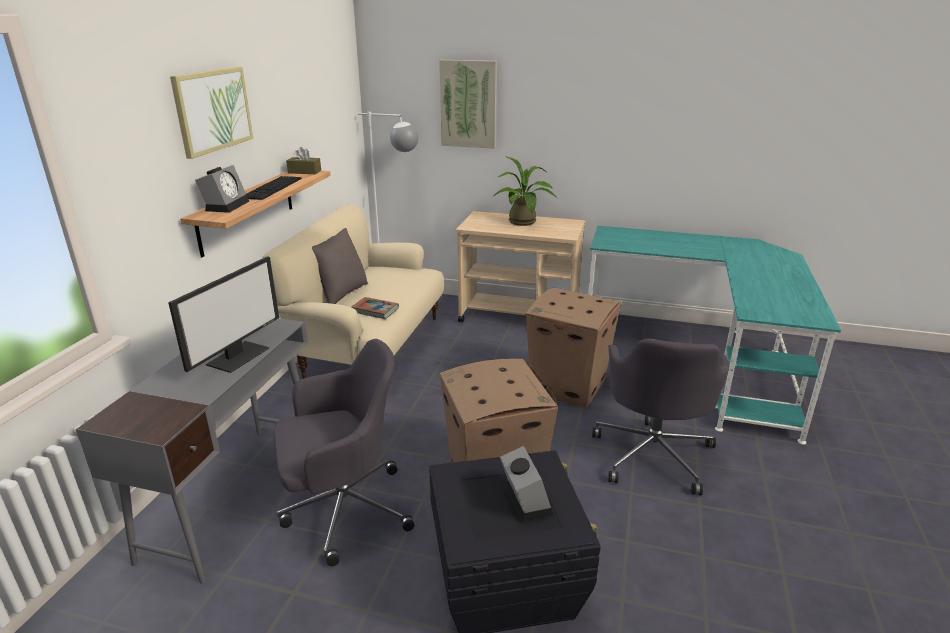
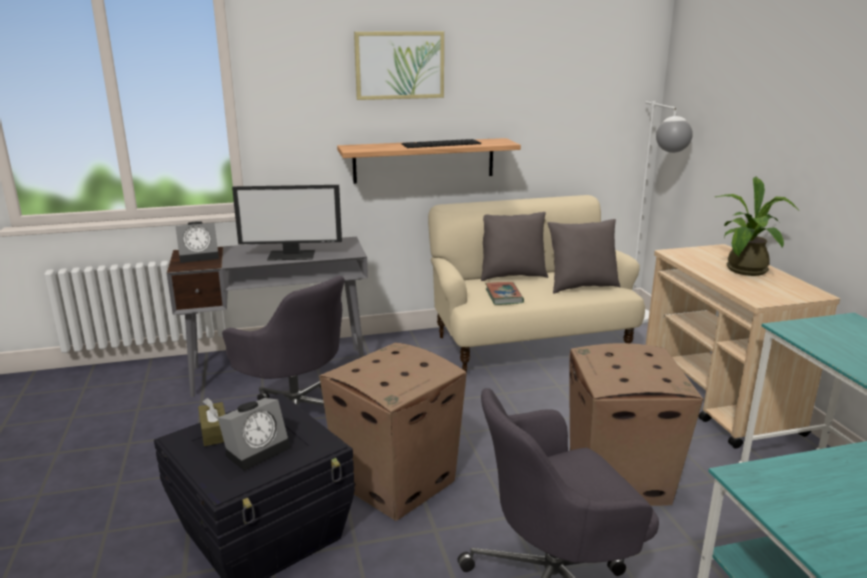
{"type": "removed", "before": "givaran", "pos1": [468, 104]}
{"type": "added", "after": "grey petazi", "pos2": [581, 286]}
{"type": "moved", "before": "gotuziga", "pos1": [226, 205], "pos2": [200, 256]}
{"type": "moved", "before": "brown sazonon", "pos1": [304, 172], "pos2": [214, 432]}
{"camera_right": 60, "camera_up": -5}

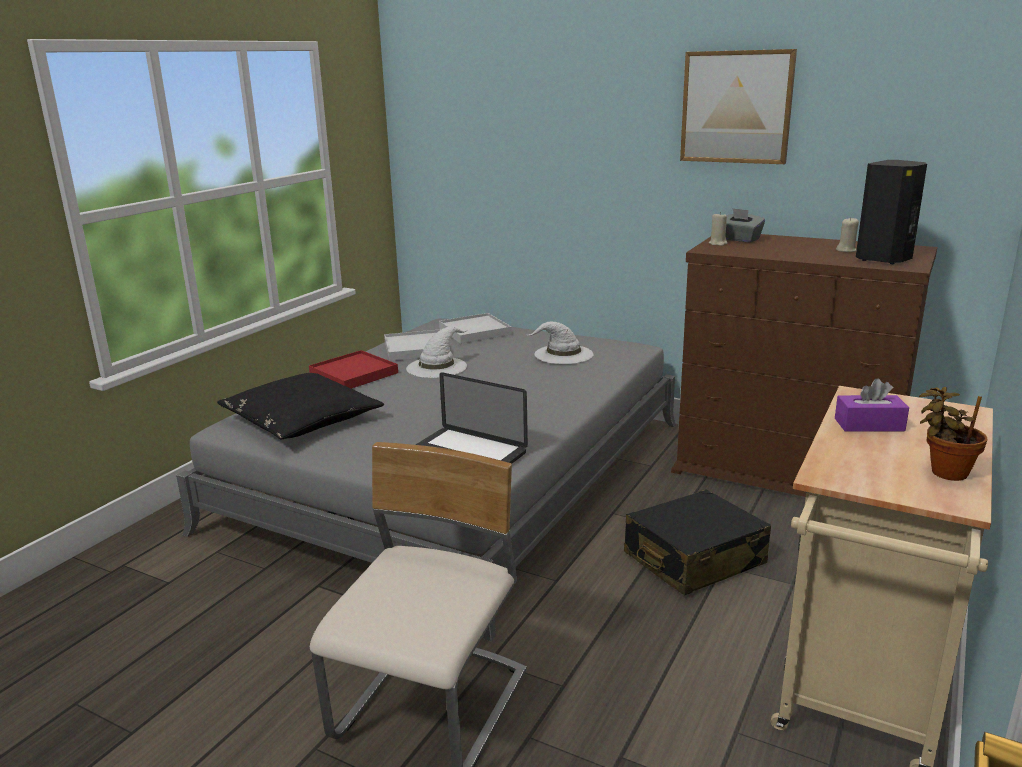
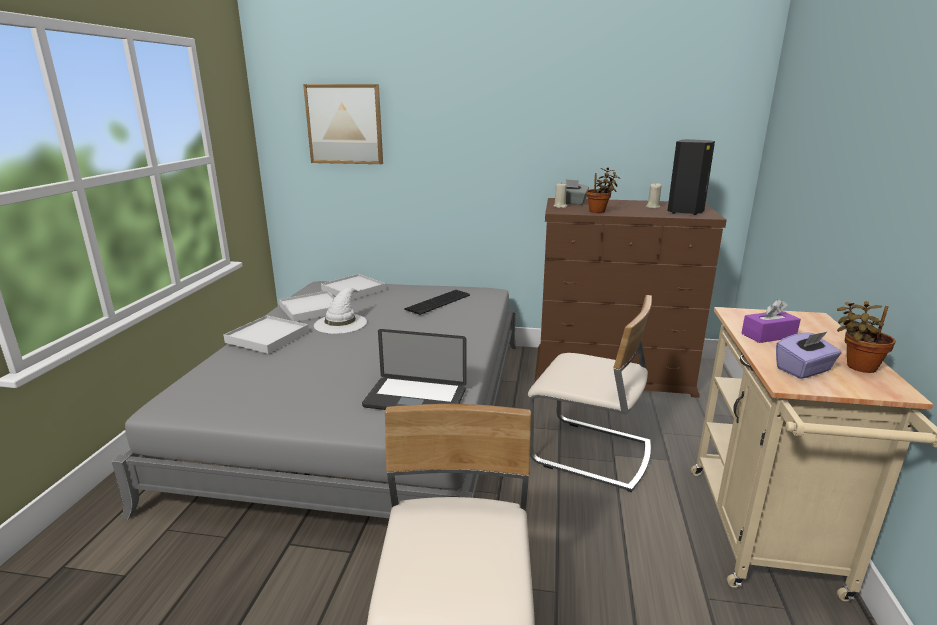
{"type": "removed", "before": "black petazi", "pos1": [302, 420]}
{"type": "added", "after": "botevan", "pos2": [599, 211]}
{"type": "added", "after": "purple sazonon", "pos2": [804, 370]}
{"type": "moved", "before": "givaran", "pos1": [736, 107], "pos2": [344, 124]}
{"type": "replaced", "before": "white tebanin", "after": "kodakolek", "pos1": [563, 354], "pos2": [439, 302]}
{"type": "replaced", "before": "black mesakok", "after": "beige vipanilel", "pos1": [693, 559], "pos2": [590, 453]}
{"type": "recoloured", "before": "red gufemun", "after": "white gufemun", "pos1": [353, 374], "pos2": [267, 337]}
{"camera_right": -20, "camera_up": 0}

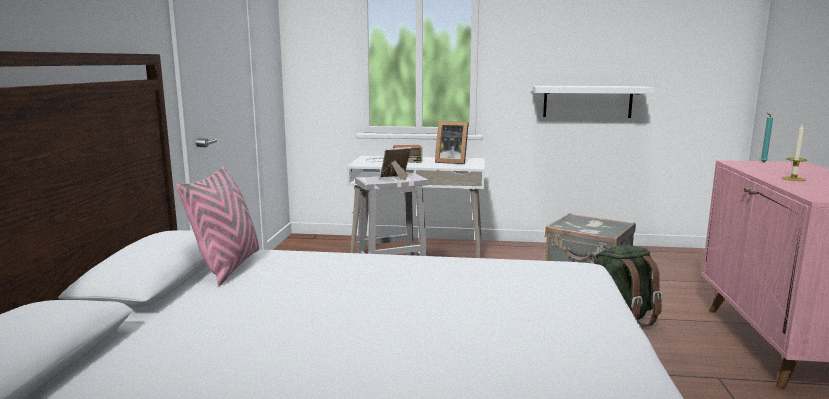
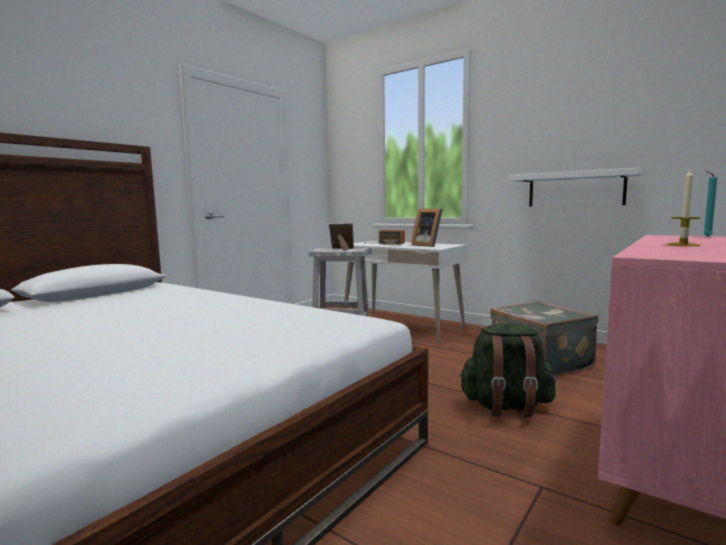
{"type": "removed", "before": "pink petazi", "pos1": [228, 267]}
{"camera_right": 30, "camera_up": -5}

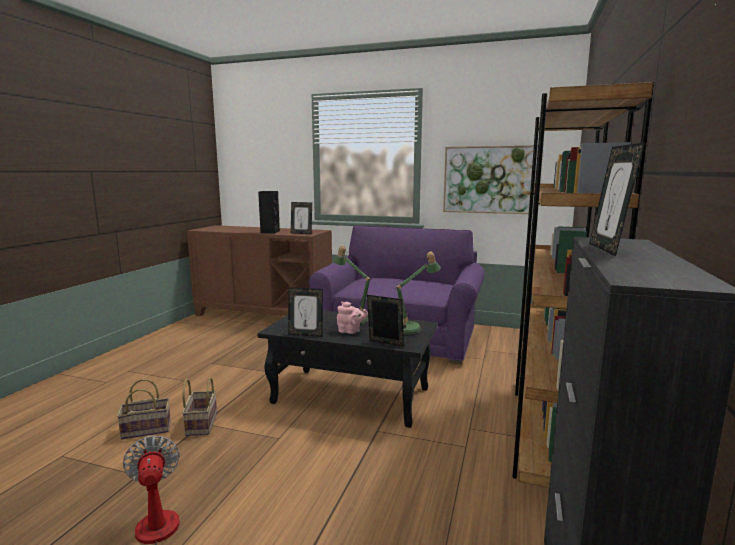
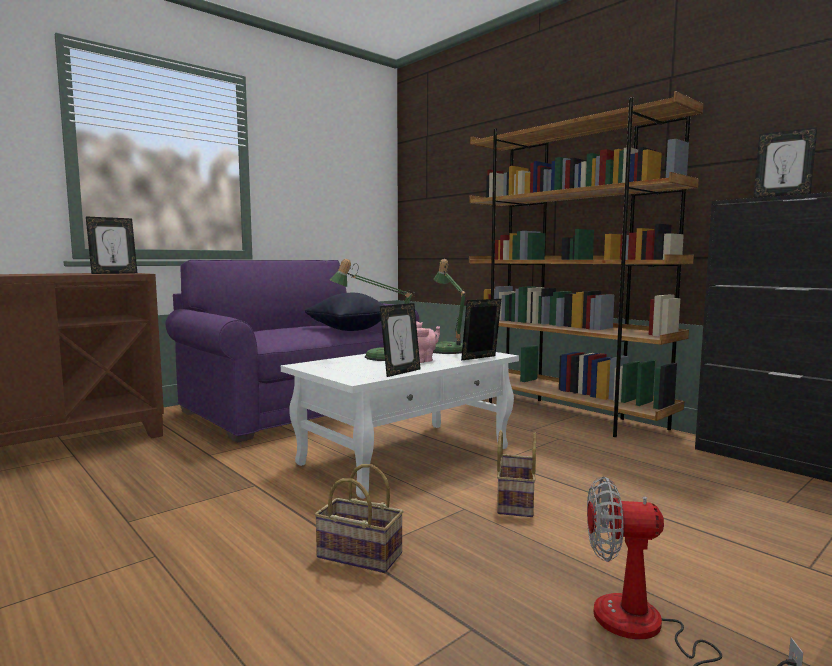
{"type": "removed", "before": "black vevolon", "pos1": [270, 232]}
{"type": "removed", "before": "givaran", "pos1": [490, 180]}
{"type": "added", "after": "black petazi", "pos2": [349, 330]}
{"type": "moved", "before": "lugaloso", "pos1": [148, 429], "pos2": [514, 501]}
{"type": "recoloured", "before": "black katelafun", "after": "white katelafun", "pos1": [352, 395], "pos2": [407, 455]}
{"camera_right": -60, "camera_up": -5}

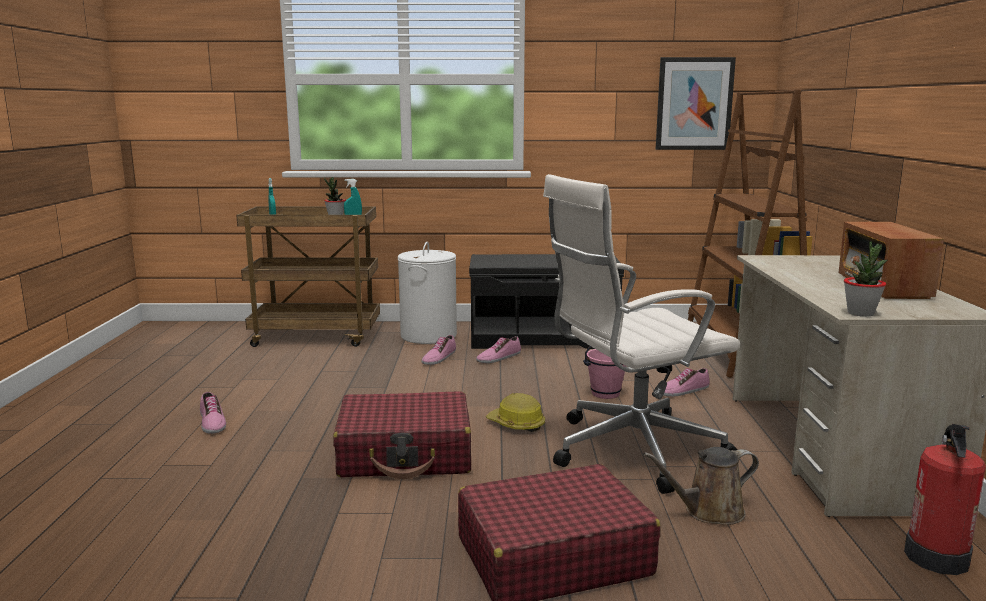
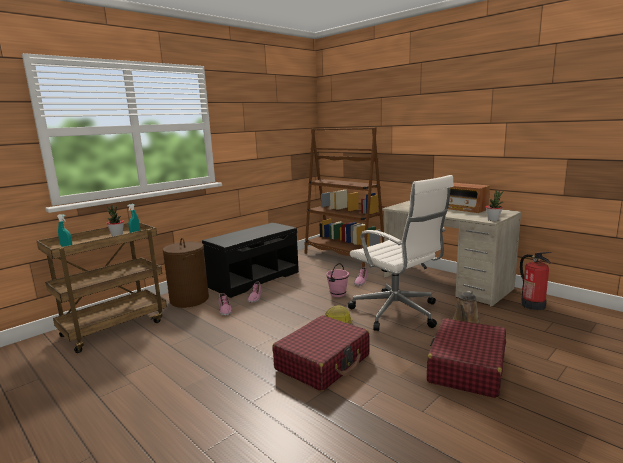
{"type": "removed", "before": "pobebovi", "pos1": [211, 422]}
{"type": "removed", "before": "givaran", "pos1": [694, 104]}
{"type": "recoloured", "before": "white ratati", "after": "brown ratati", "pos1": [428, 335], "pos2": [189, 299]}
{"type": "turned", "before": "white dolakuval", "pos1": [631, 450], "pos2": [397, 313], "turn": -60}
{"camera_right": -45, "camera_up": 0}

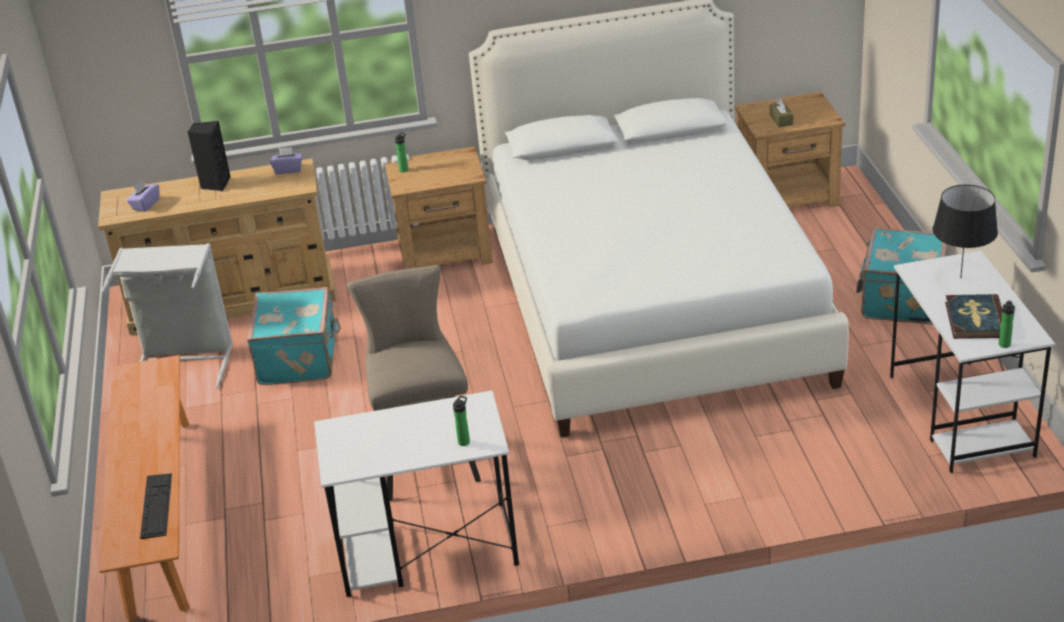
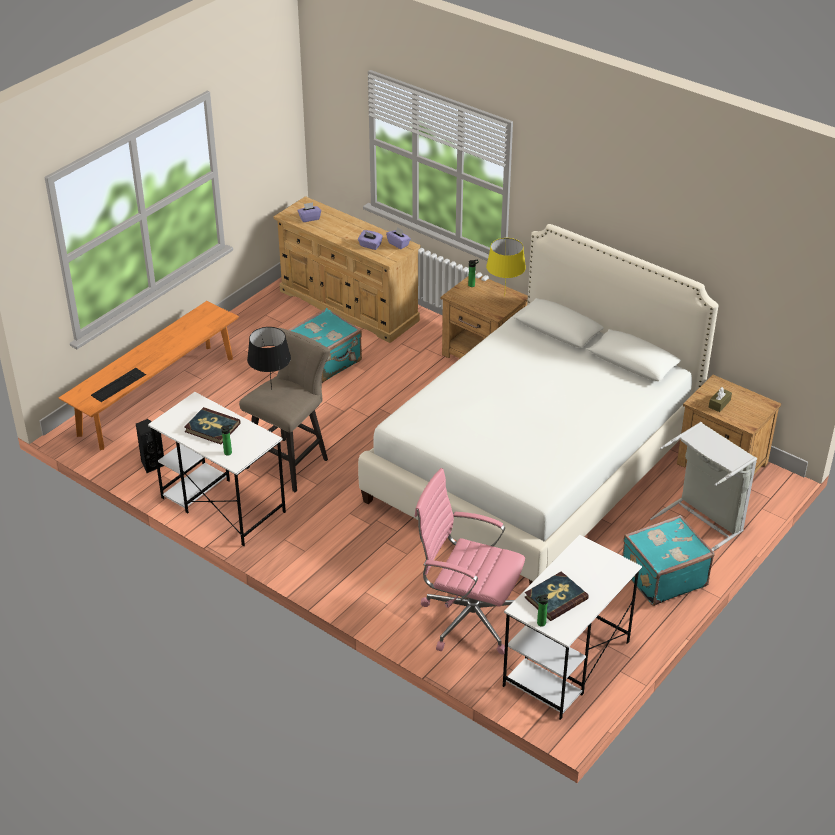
{"type": "added", "after": "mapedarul", "pos2": [212, 428]}
{"type": "added", "after": "purple sazonon", "pos2": [370, 245]}
{"type": "added", "after": "pink dolakuval", "pos2": [468, 617]}
{"type": "added", "after": "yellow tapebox", "pos2": [504, 296]}
{"type": "moved", "before": "grey ratati", "pos1": [184, 361], "pos2": [702, 521]}
{"type": "moved", "before": "black vevolon", "pos1": [215, 184], "pos2": [152, 464]}
{"type": "moved", "before": "black tapebox", "pos1": [960, 278], "pos2": [271, 389]}
{"camera_right": 45, "camera_up": 5}

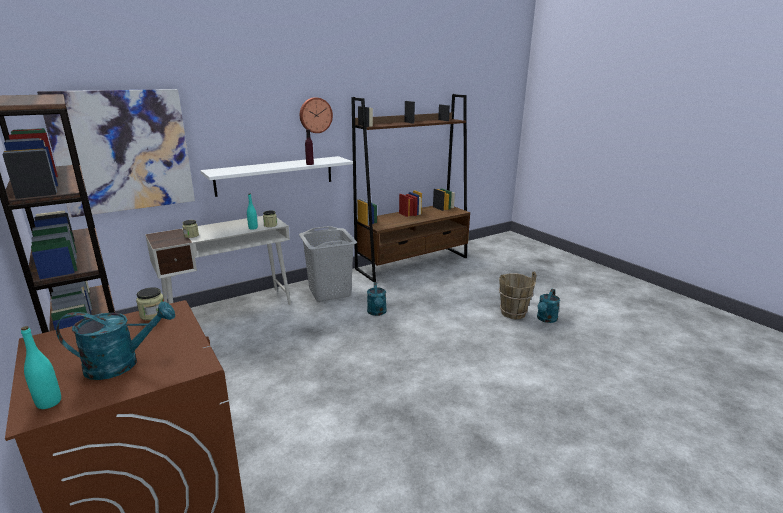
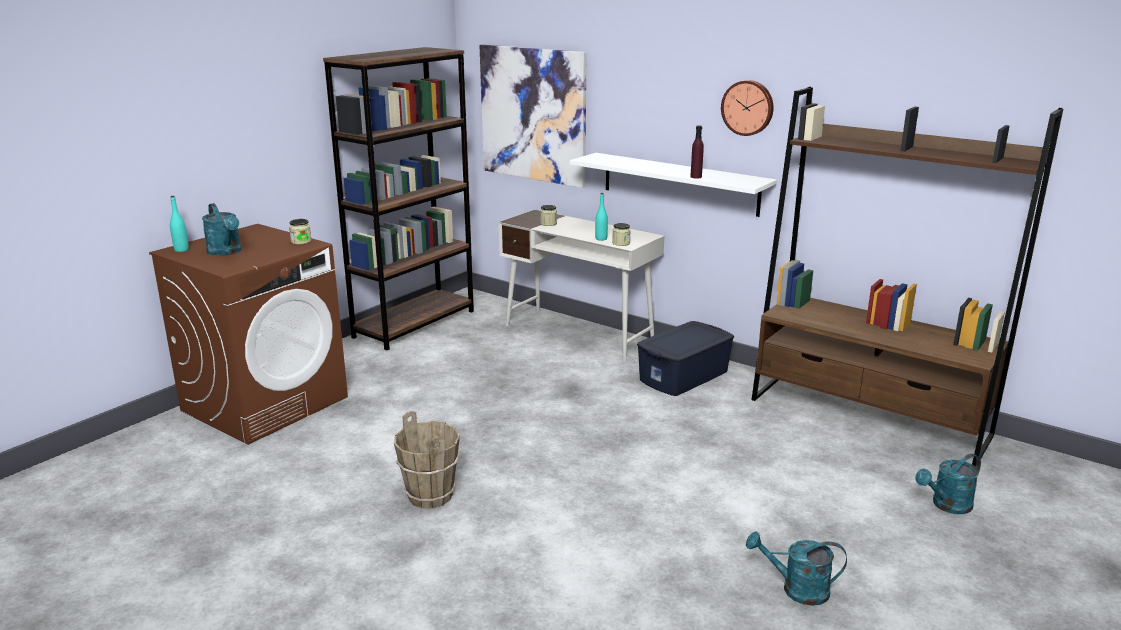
{"type": "moved", "before": "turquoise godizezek", "pos1": [377, 312], "pos2": [947, 506]}
{"type": "moved", "before": "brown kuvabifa", "pos1": [513, 313], "pos2": [431, 495]}
{"type": "replaced", "before": "grey ratati", "after": "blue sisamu", "pos1": [330, 292], "pos2": [684, 376]}
{"camera_right": 70, "camera_up": 0}

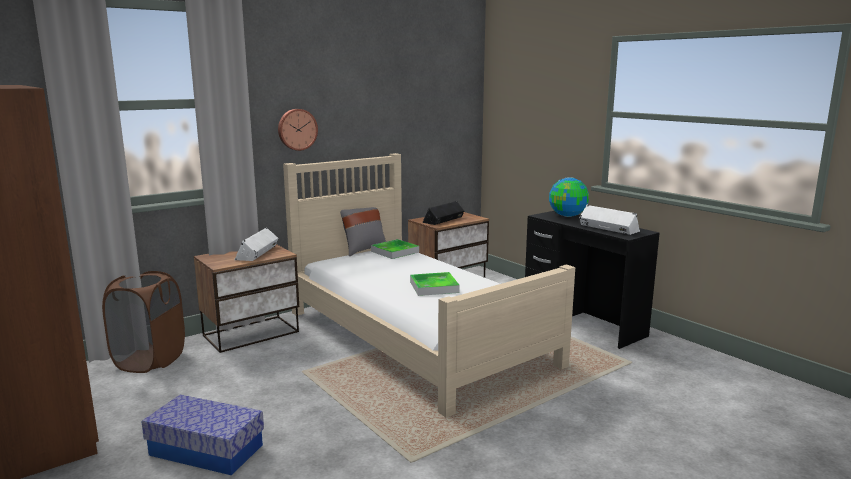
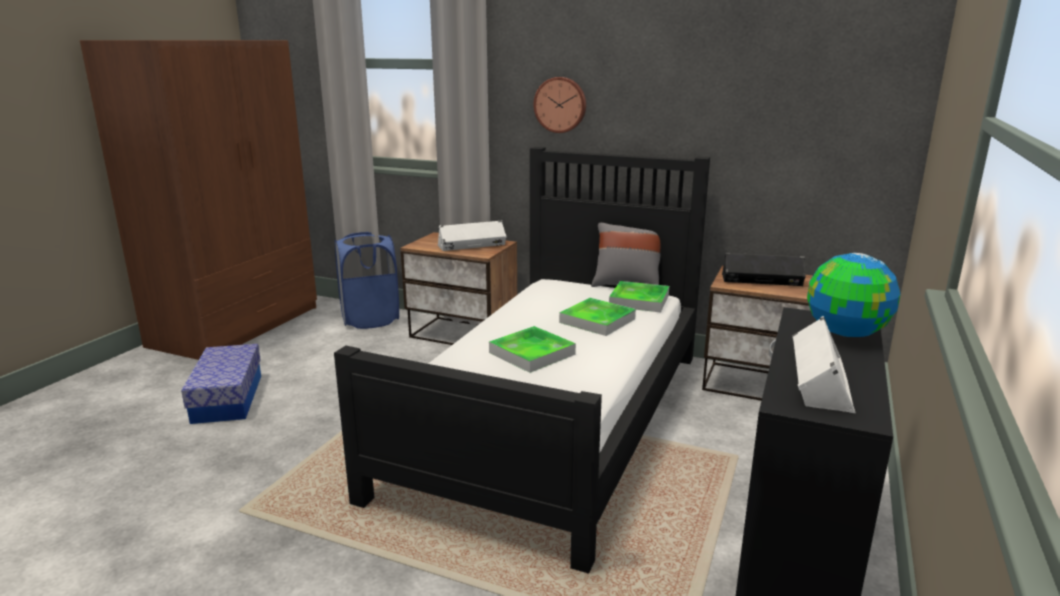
{"type": "added", "after": "gufemun", "pos2": [597, 321]}
{"type": "recoloured", "before": "brown ratati", "after": "blue ratati", "pos1": [150, 360], "pos2": [370, 319]}
{"type": "recoloured", "before": "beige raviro", "after": "black raviro", "pos1": [415, 337], "pos2": [554, 418]}
{"camera_right": 60, "camera_up": 5}

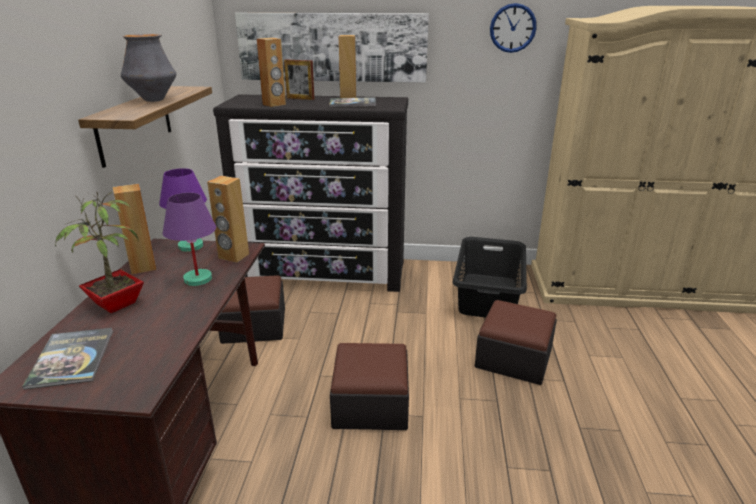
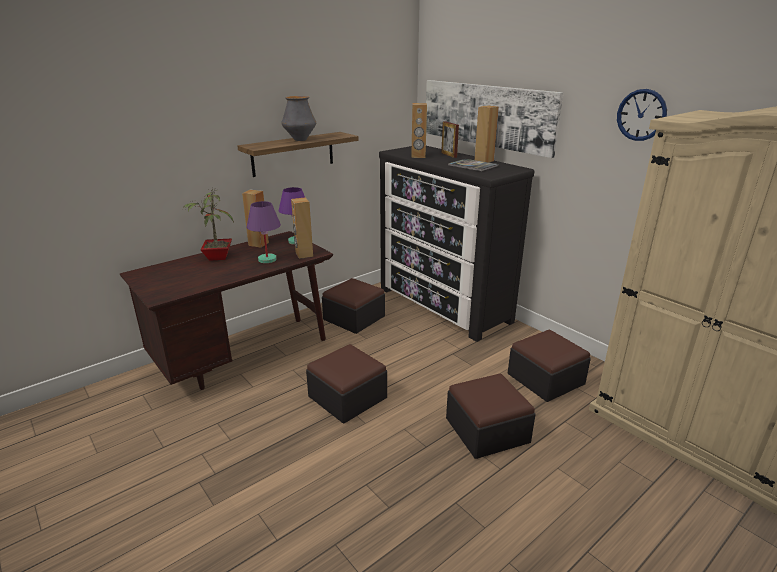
{"type": "removed", "before": "mapedarul", "pos1": [72, 358]}
{"type": "replaced", "before": "black ratati", "after": "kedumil", "pos1": [488, 295], "pos2": [545, 379]}
{"camera_right": 45, "camera_up": 0}

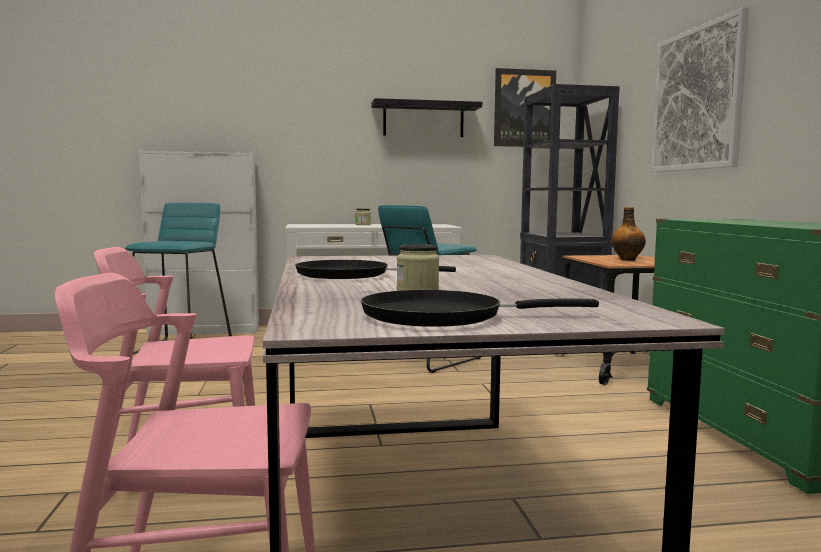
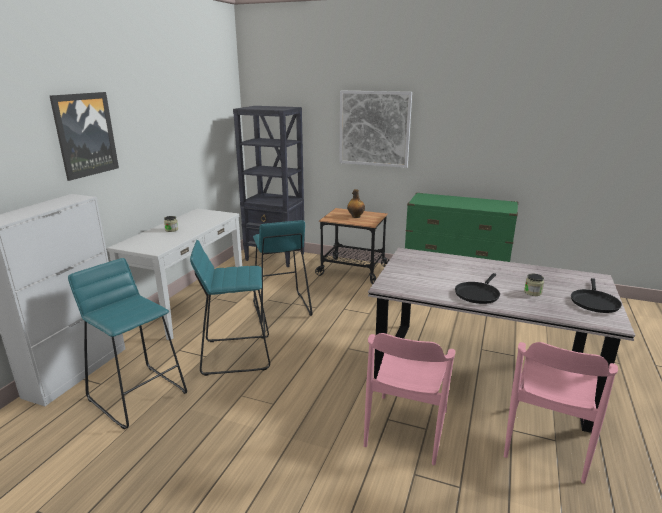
{"type": "removed", "before": "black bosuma", "pos1": [423, 120]}
{"type": "added", "after": "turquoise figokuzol", "pos2": [236, 354]}
{"type": "moved", "before": "givaran", "pos1": [524, 108], "pos2": [85, 135]}
{"camera_right": -60, "camera_up": 15}

